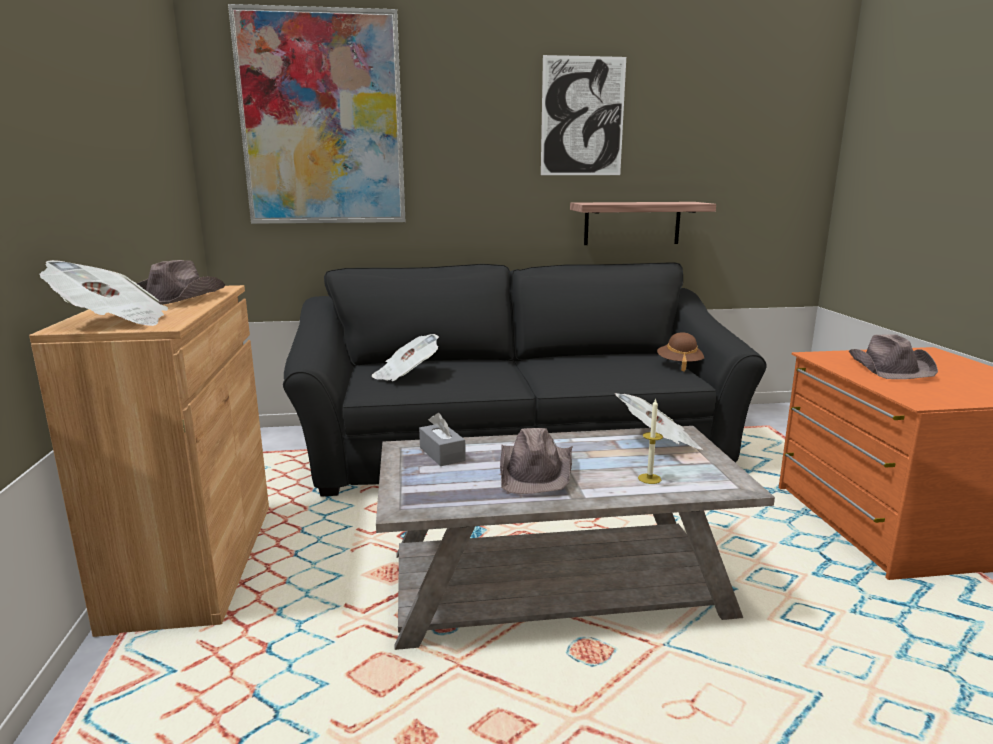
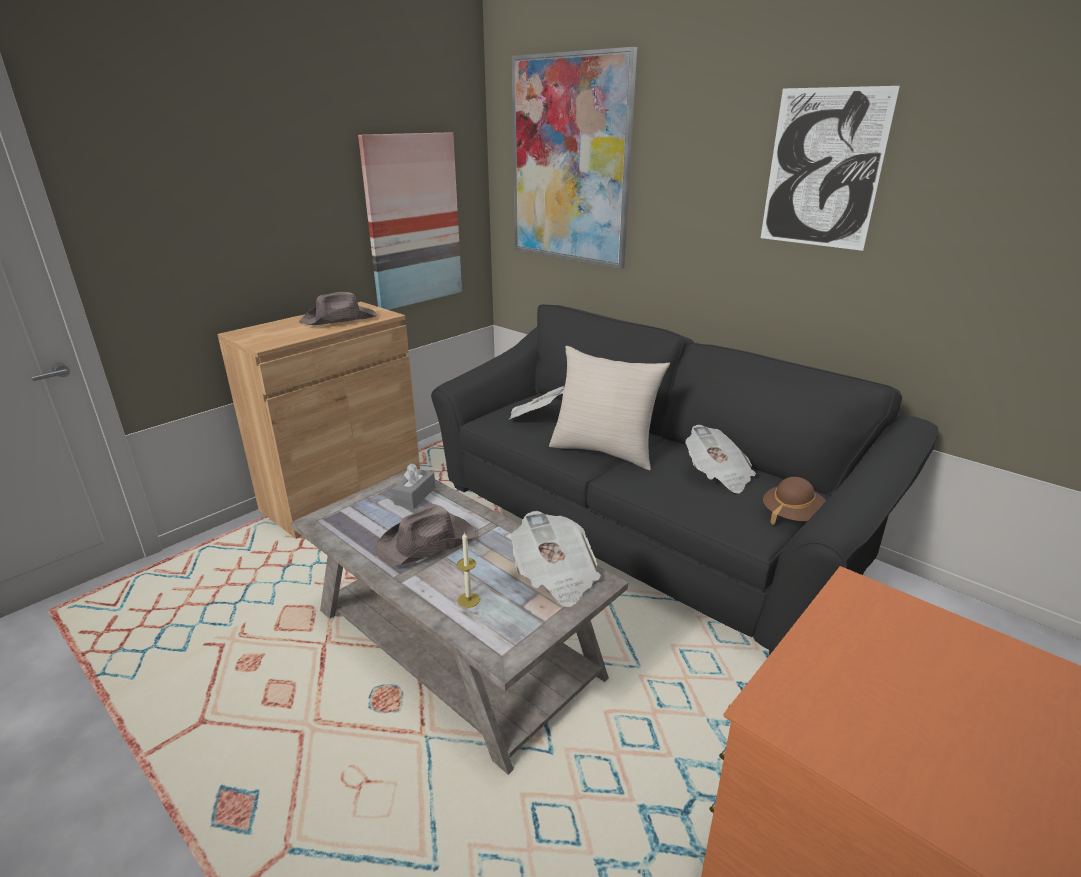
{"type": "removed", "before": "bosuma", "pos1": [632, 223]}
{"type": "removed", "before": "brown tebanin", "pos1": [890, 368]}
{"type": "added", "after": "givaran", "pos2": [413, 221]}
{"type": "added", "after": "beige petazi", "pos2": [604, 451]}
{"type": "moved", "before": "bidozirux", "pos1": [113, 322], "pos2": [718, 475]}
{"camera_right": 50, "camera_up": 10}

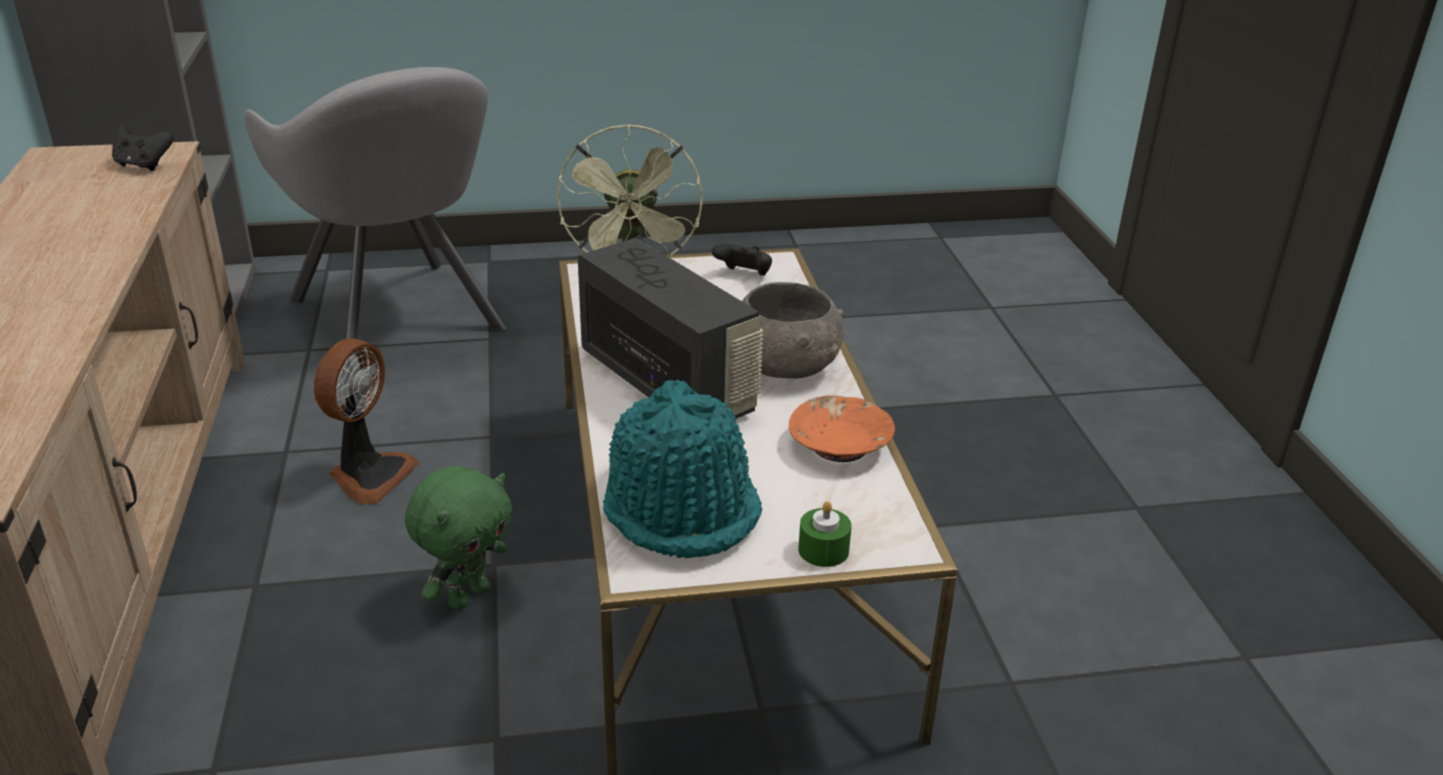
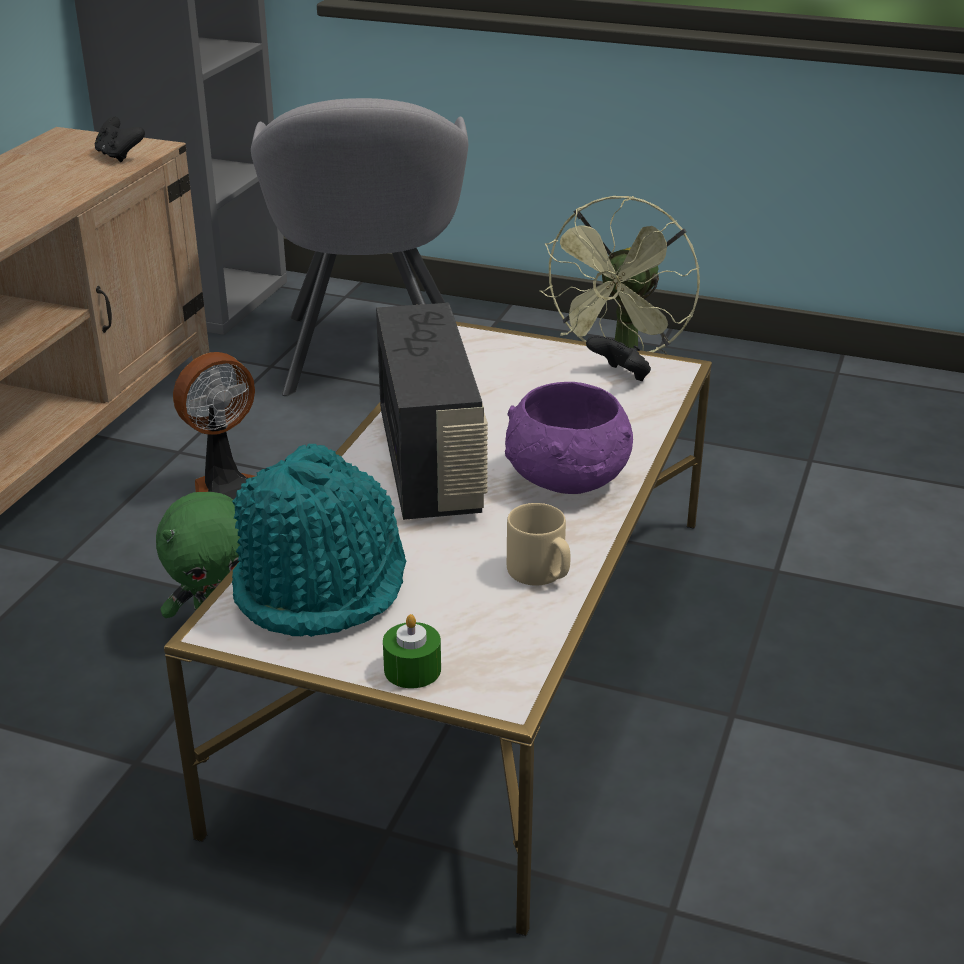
{"type": "replaced", "before": "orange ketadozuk", "after": "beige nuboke", "pos1": [841, 445], "pos2": [540, 573]}
{"type": "recoloured", "before": "grey ketadozuk", "after": "purple ketadozuk", "pos1": [786, 367], "pos2": [567, 479]}
{"camera_right": 30, "camera_up": 0}

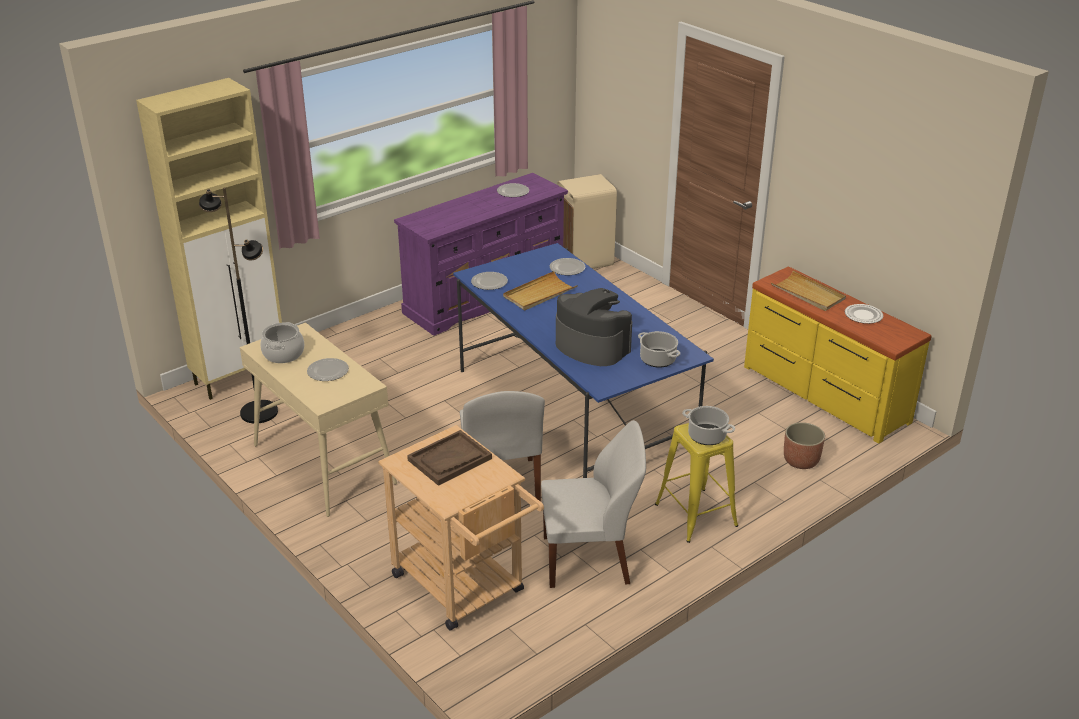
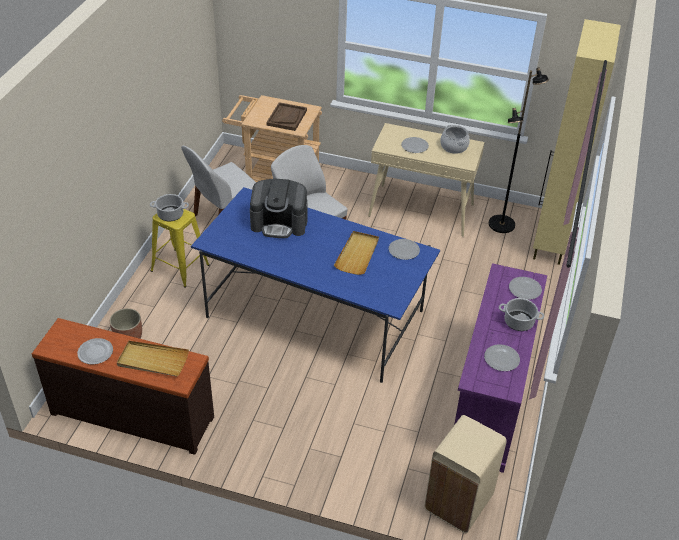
{"type": "moved", "before": "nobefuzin", "pos1": [567, 268], "pos2": [525, 289]}
{"type": "moved", "before": "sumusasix", "pos1": [657, 359], "pos2": [519, 322]}
{"type": "recoloured", "before": "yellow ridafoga", "after": "brown ridafoga", "pos1": [823, 394], "pos2": [133, 414]}
{"camera_right": 145, "camera_up": 10}

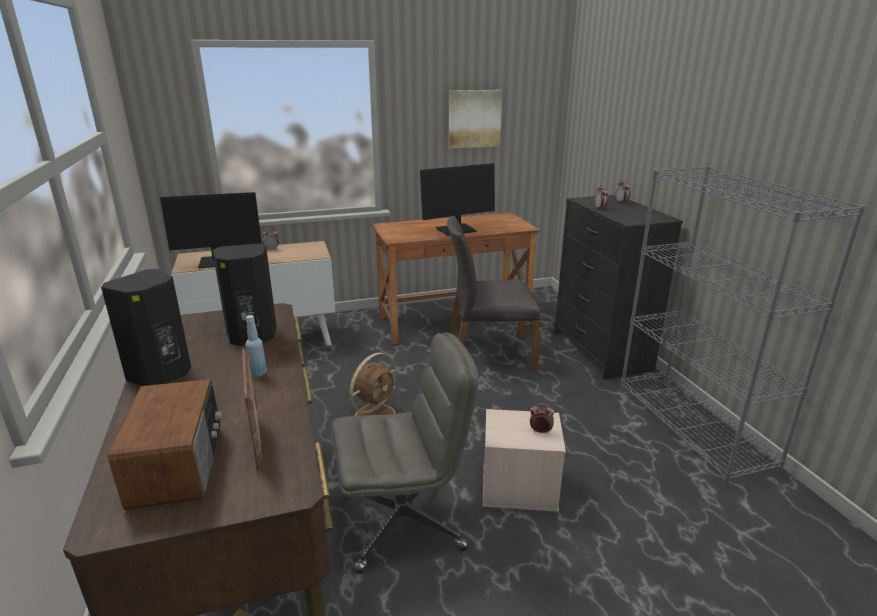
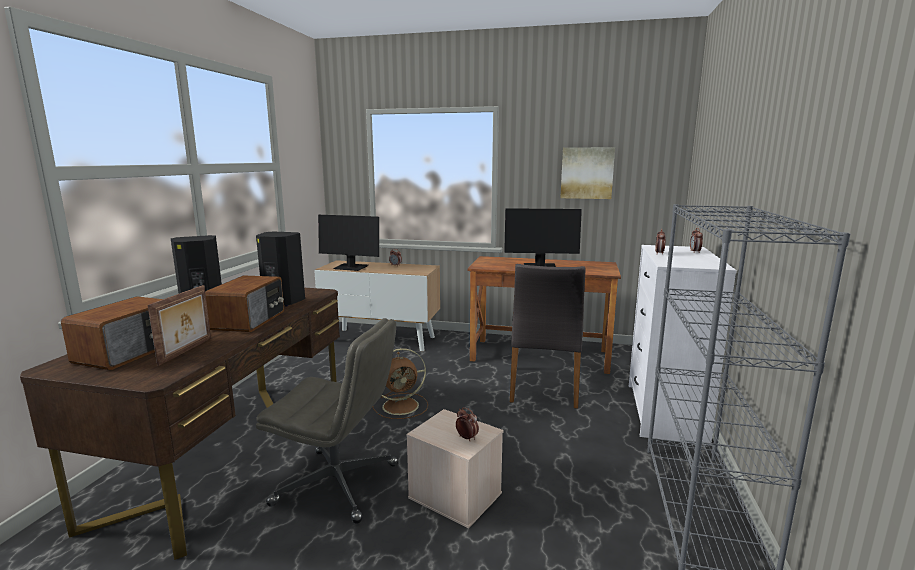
{"type": "replaced", "before": "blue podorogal", "after": "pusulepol", "pos1": [258, 373], "pos2": [250, 320]}
{"type": "recoloured", "before": "black ridafoga", "after": "white ridafoga", "pos1": [600, 351], "pos2": [664, 412]}
{"type": "turned", "before": "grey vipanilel", "pos1": [489, 354], "pos2": [544, 387], "turn": -105}
{"camera_right": 30, "camera_up": -10}

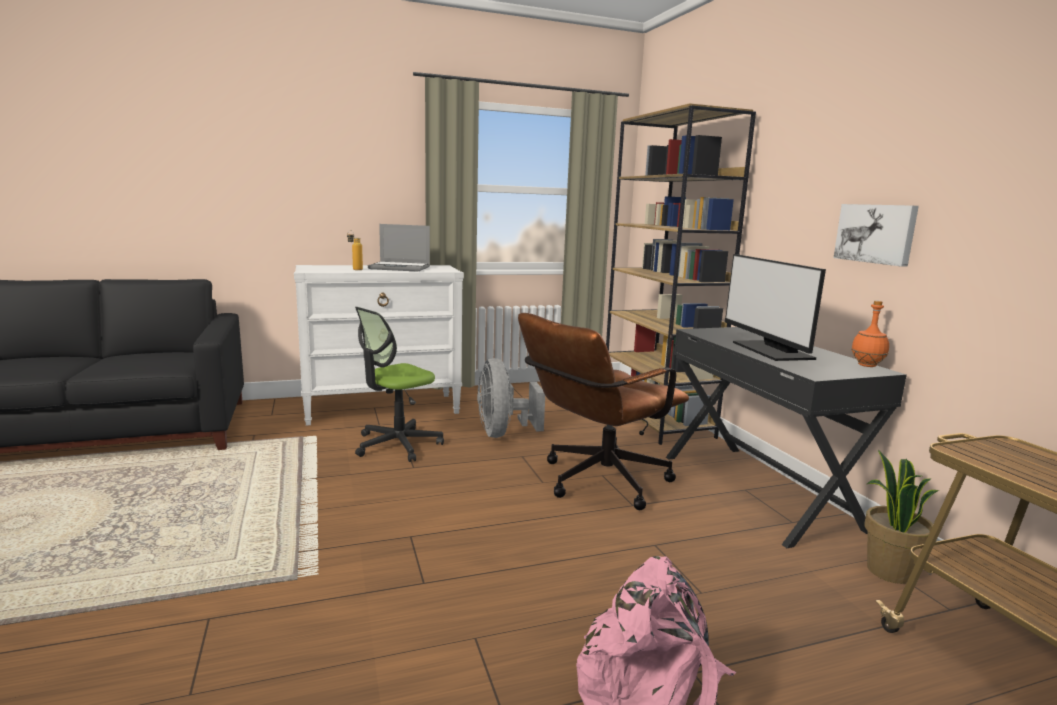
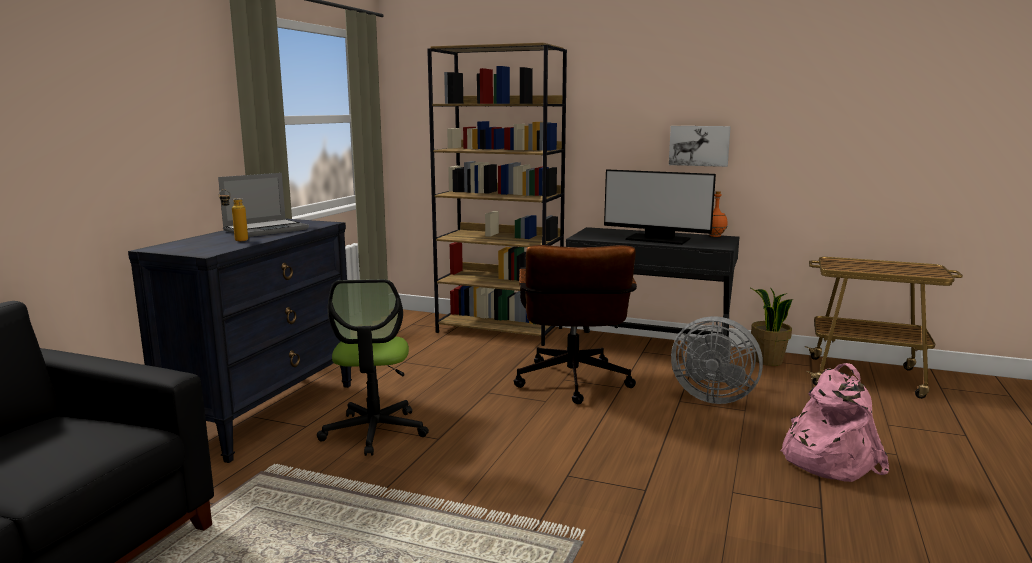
{"type": "moved", "before": "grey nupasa", "pos1": [503, 433], "pos2": [711, 397]}
{"type": "recoloured", "before": "white ridafoga", "after": "black ridafoga", "pos1": [383, 409], "pos2": [265, 413]}
{"camera_right": -50, "camera_up": 0}

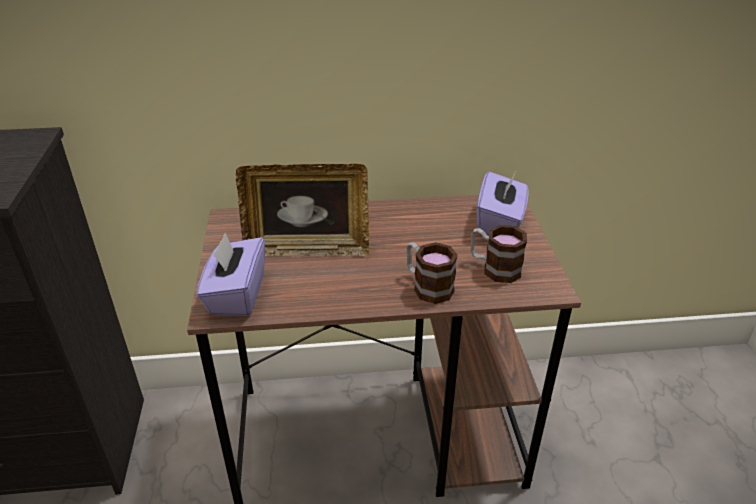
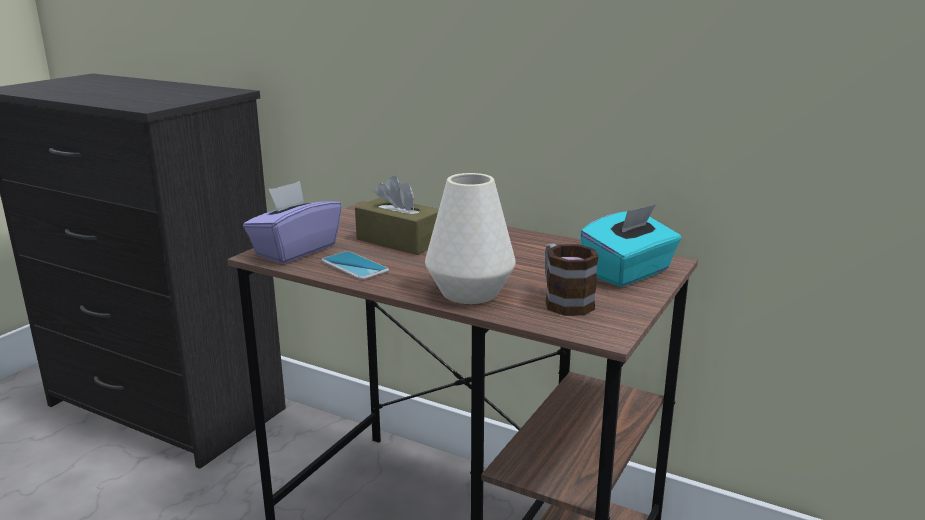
{"type": "added", "after": "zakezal", "pos2": [354, 266]}
{"type": "replaced", "before": "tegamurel", "after": "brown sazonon", "pos1": [307, 249], "pos2": [399, 241]}
{"type": "replaced", "before": "nuboke", "after": "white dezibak", "pos1": [427, 286], "pos2": [469, 292]}
{"type": "recoloured", "before": "purple sazonon", "after": "turquoise sazonon", "pos1": [500, 223], "pos2": [628, 273]}
{"camera_right": 35, "camera_up": -15}

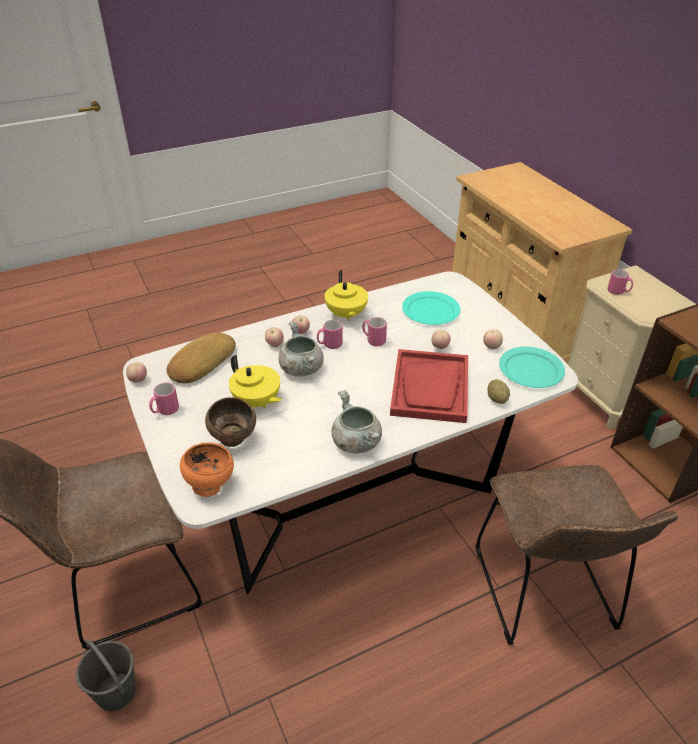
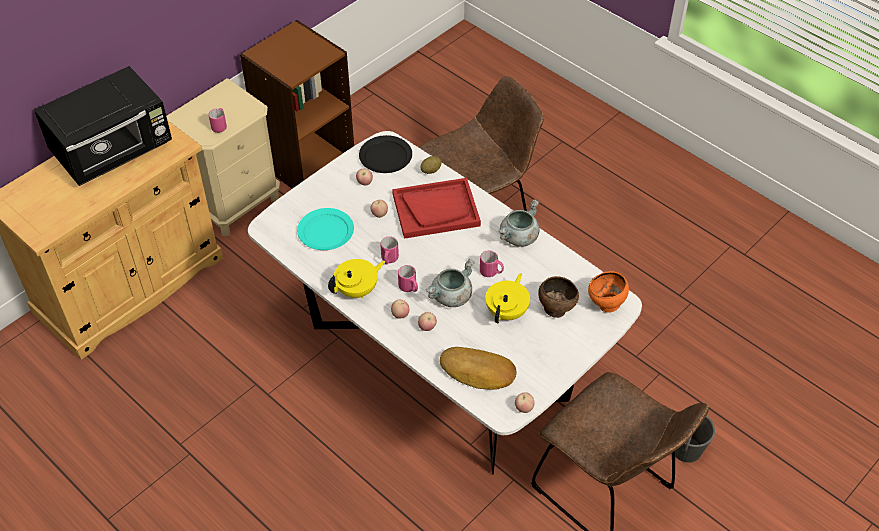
{"type": "added", "after": "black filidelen", "pos2": [114, 151]}
{"type": "moved", "before": "pink nuboke", "pos1": [165, 411], "pos2": [491, 272]}
{"type": "recoloured", "before": "turquoise nobefuzin", "after": "black nobefuzin", "pos1": [530, 370], "pos2": [385, 157]}
{"camera_right": -110, "camera_up": 10}

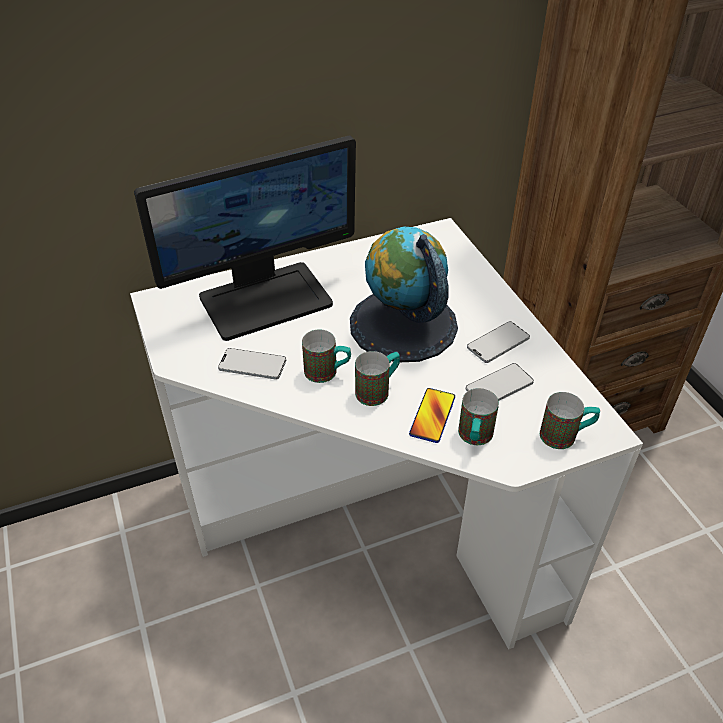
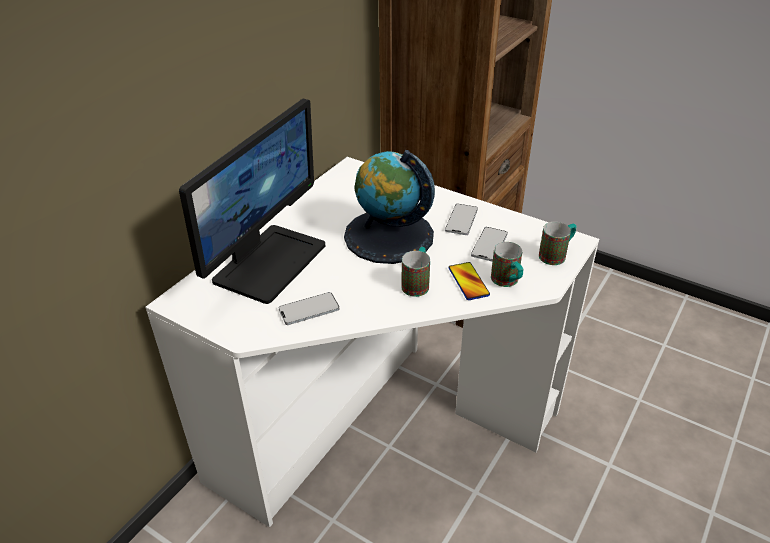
{"type": "removed", "before": "nuboke", "pos1": [327, 372]}
{"camera_right": -35, "camera_up": -5}

